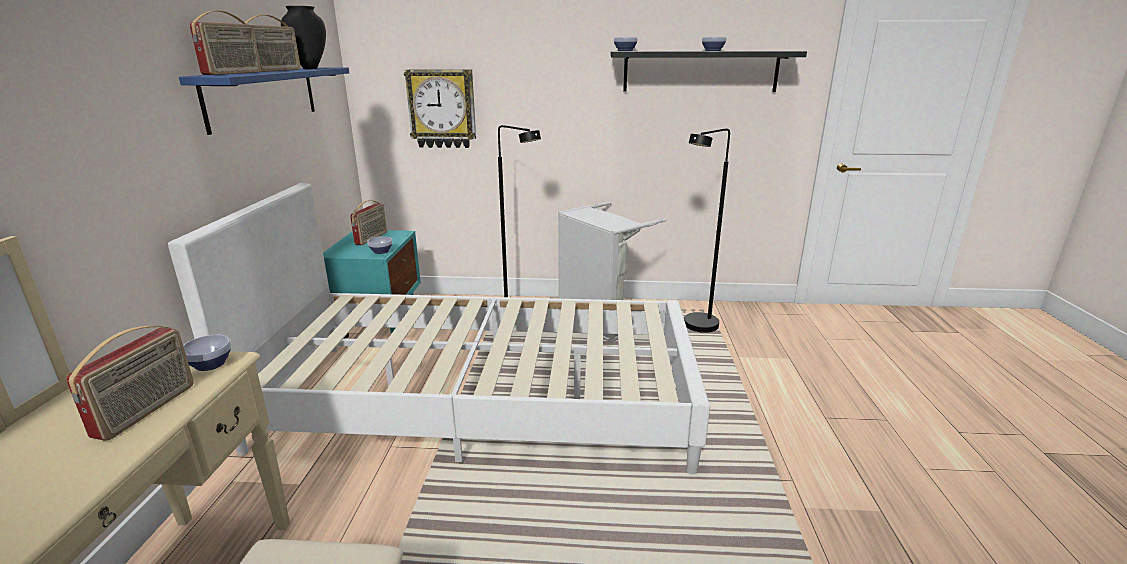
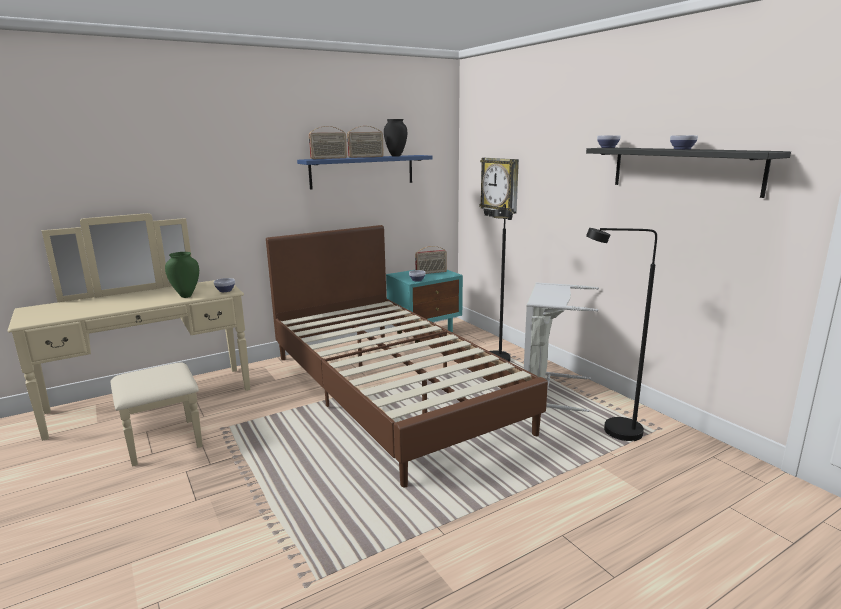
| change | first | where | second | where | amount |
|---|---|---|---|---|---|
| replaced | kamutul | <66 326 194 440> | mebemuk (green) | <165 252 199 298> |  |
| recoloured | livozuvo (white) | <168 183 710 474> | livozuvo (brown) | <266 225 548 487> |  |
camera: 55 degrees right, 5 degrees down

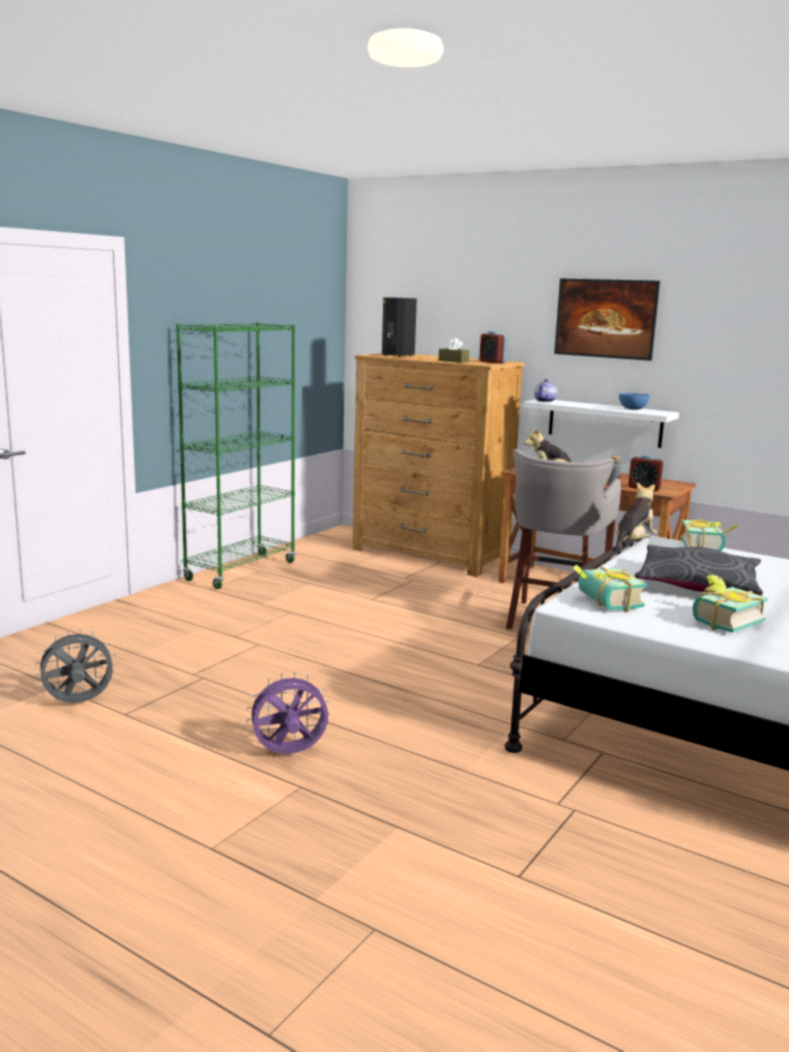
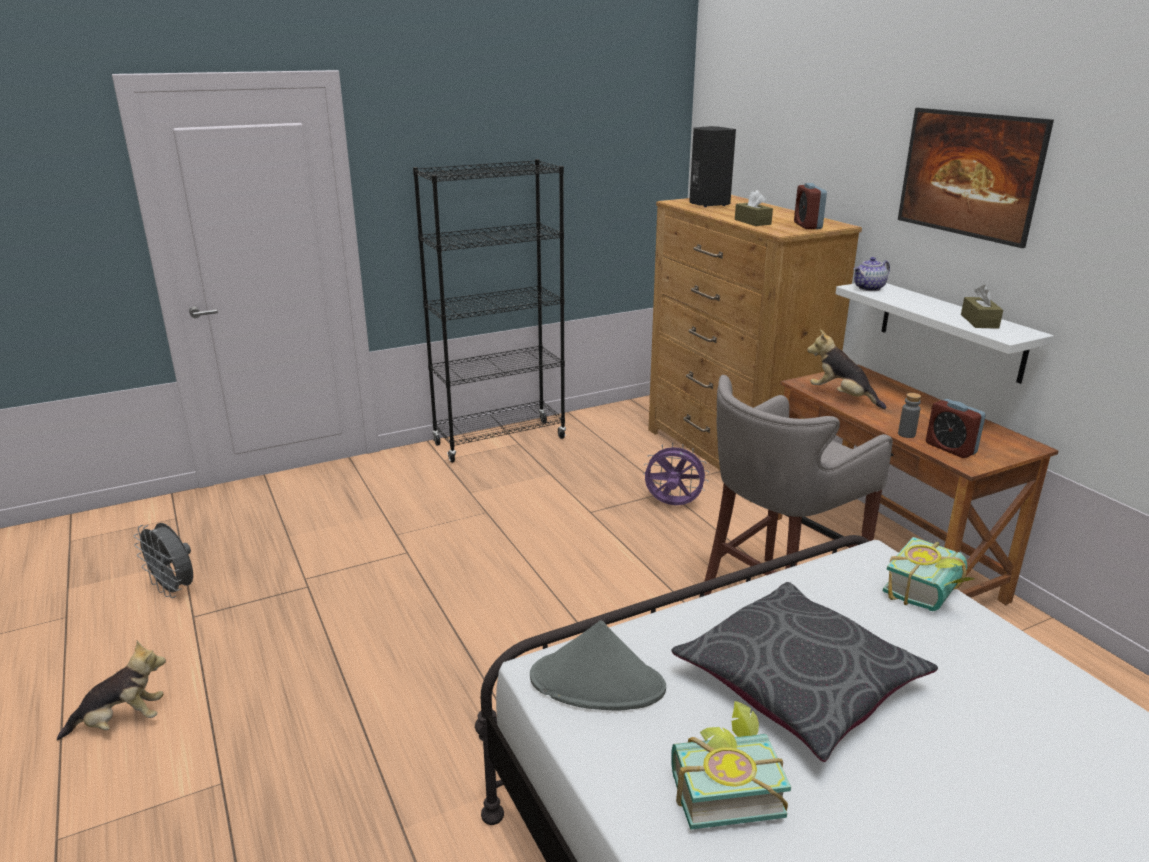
| change | first | where | second | where | amount |
|---|---|---|---|---|---|
| moved | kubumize | <615 482 657 552> |  | <57 641 166 740> |  |
| turned | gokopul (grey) | <35 628 116 703> |  | <134 523 193 598> | 150 degrees counterclockwise |
| recoloured | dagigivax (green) | <176 322 296 589> | dagigivax (black) | <413 159 566 463> |  |
| replaced | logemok | <573 565 647 612> | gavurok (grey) | <530 620 666 710> |  |
| moved | gokopul (purple) | <246 672 330 754> |  | <643 443 709 505> |  |
| replaced | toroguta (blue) | <619 393 650 410> | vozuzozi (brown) | <961 285 1003 329> |  |
camera: 30 degrees right, 10 degrees up

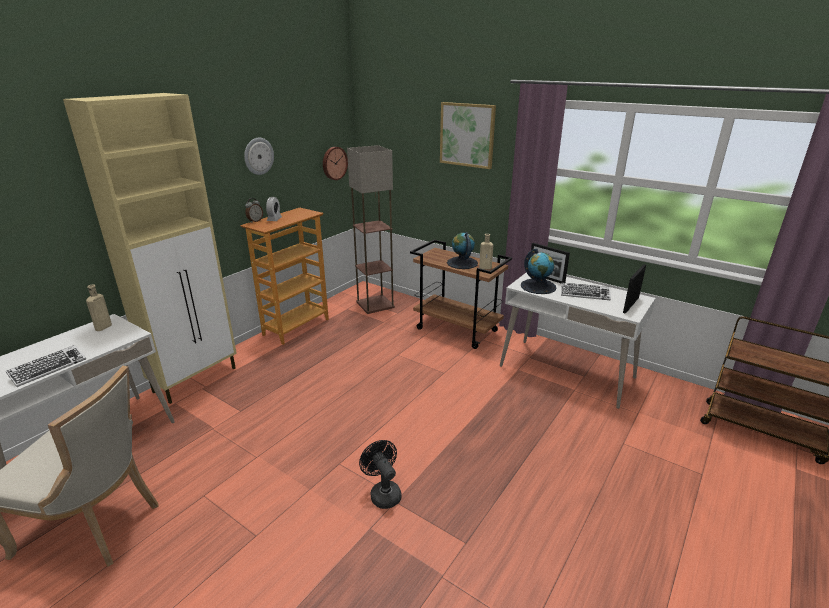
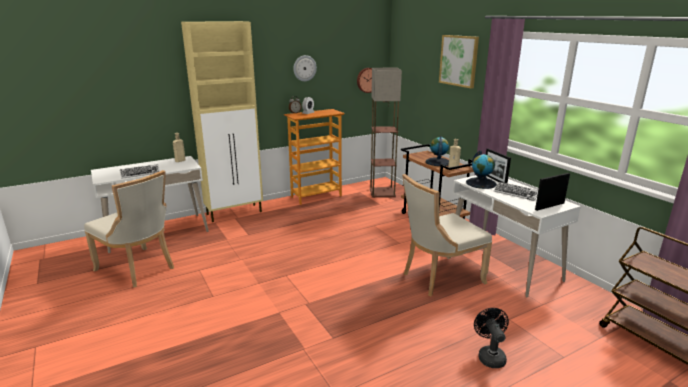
| change | first | where | second | where | amount |
|---|---|---|---|---|---|
| added |  |  | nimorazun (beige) | <402 174 492 297> |  |
| moved | gokopul (black) | <359 440 402 509> |  | <474 308 509 368> |  |
camera: 25 degrees right, 5 degrees down

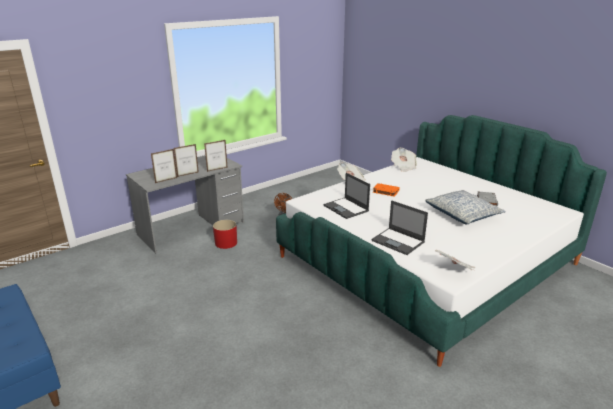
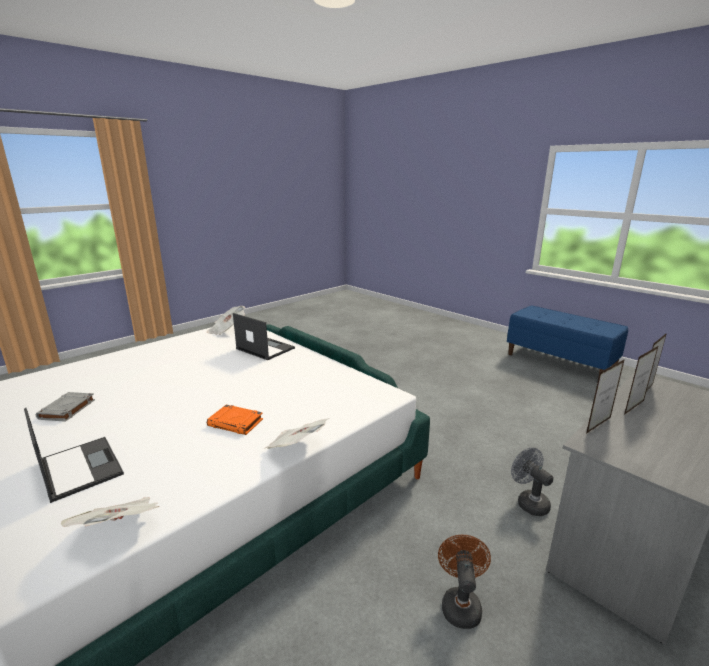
| change | first | where | second | where | amount |
|---|---|---|---|---|---|
| moved | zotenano | <324 173 370 219> |  | <24 408 124 503> |  |
| replaced | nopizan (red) | <213 220 237 249> | gokopul (grey) | <511 448 553 516> |  |
| removed | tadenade | <425 190 506 225> |  |  |  |
camera: 175 degrees right, 5 degrees down

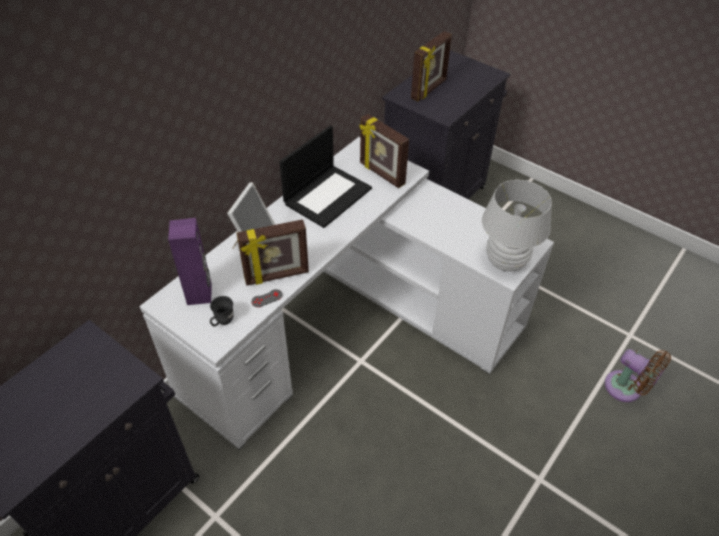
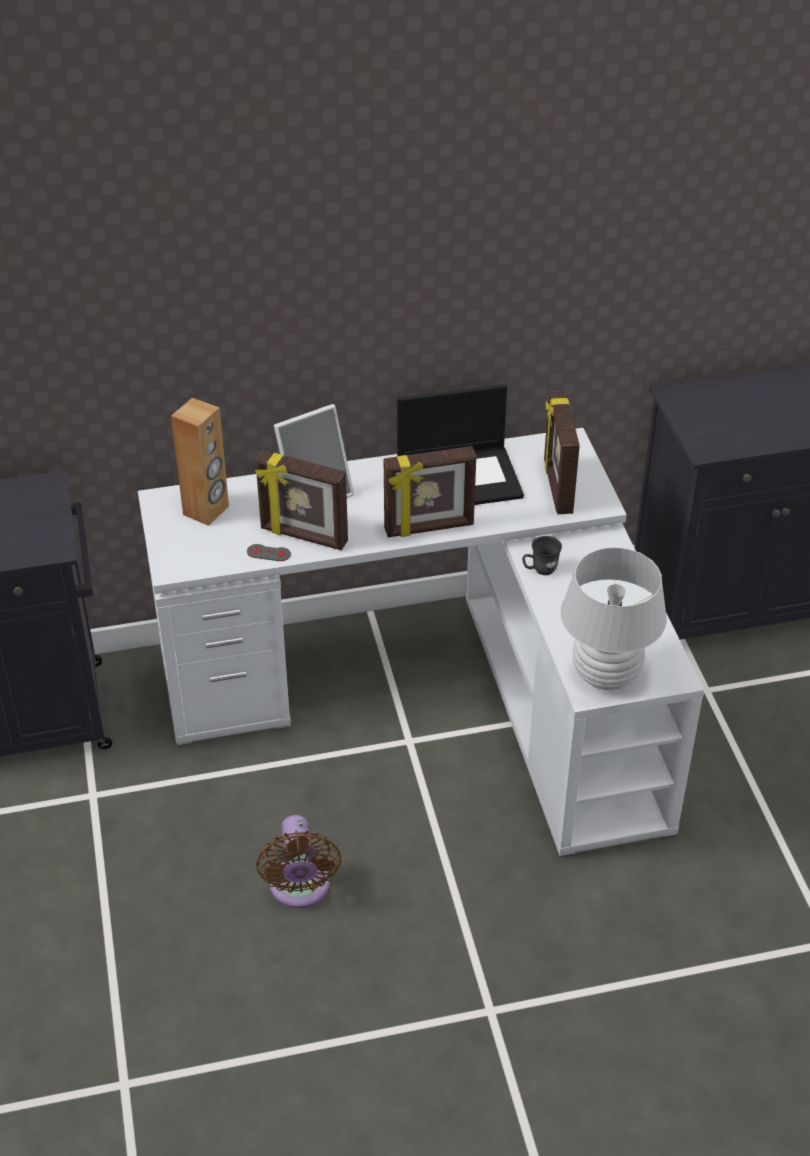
| change | first | where | second | where | amount |
|---|---|---|---|---|---|
| recoloured | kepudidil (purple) | <168 218 212 305> | kepudidil (brown) | <171 398 229 526> |  |
| moved | gokopul (brown) | <605 349 671 402> |  | <256 815 341 909> |  |
| moved | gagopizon | <411 31 452 102> |  | <384 446 476 537> |  |
| moved | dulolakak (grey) | <210 296 233 326> |  | <522 536 562 575> |  |
camera: 40 degrees right, 5 degrees down

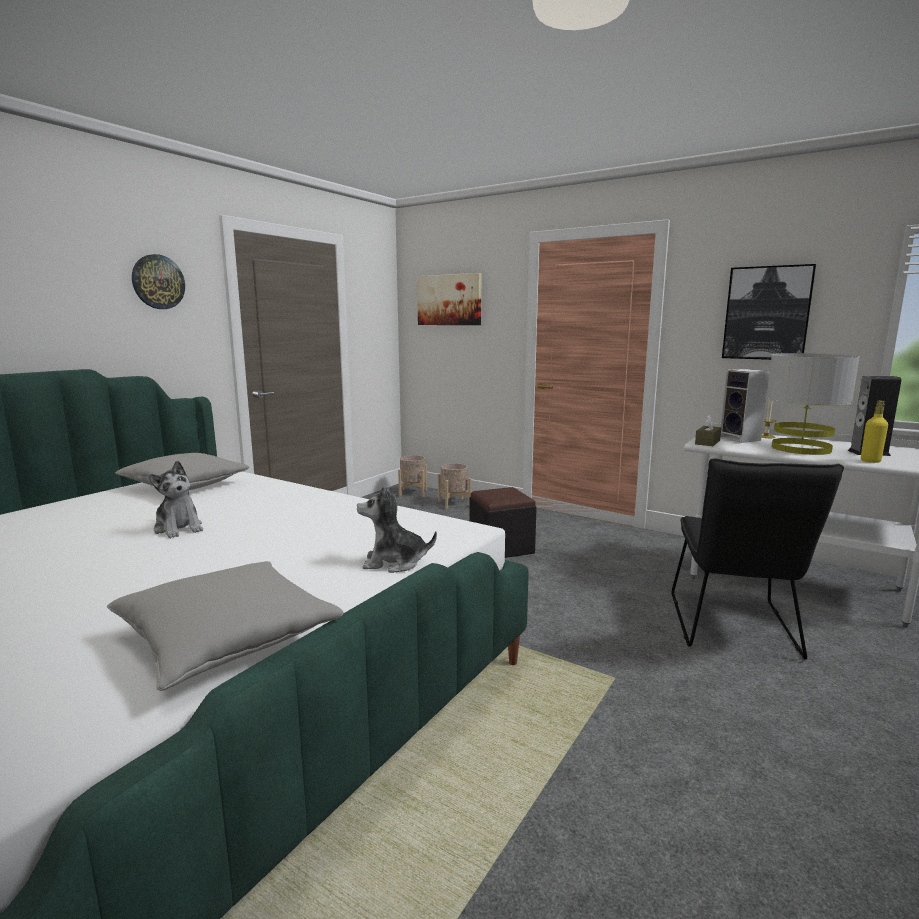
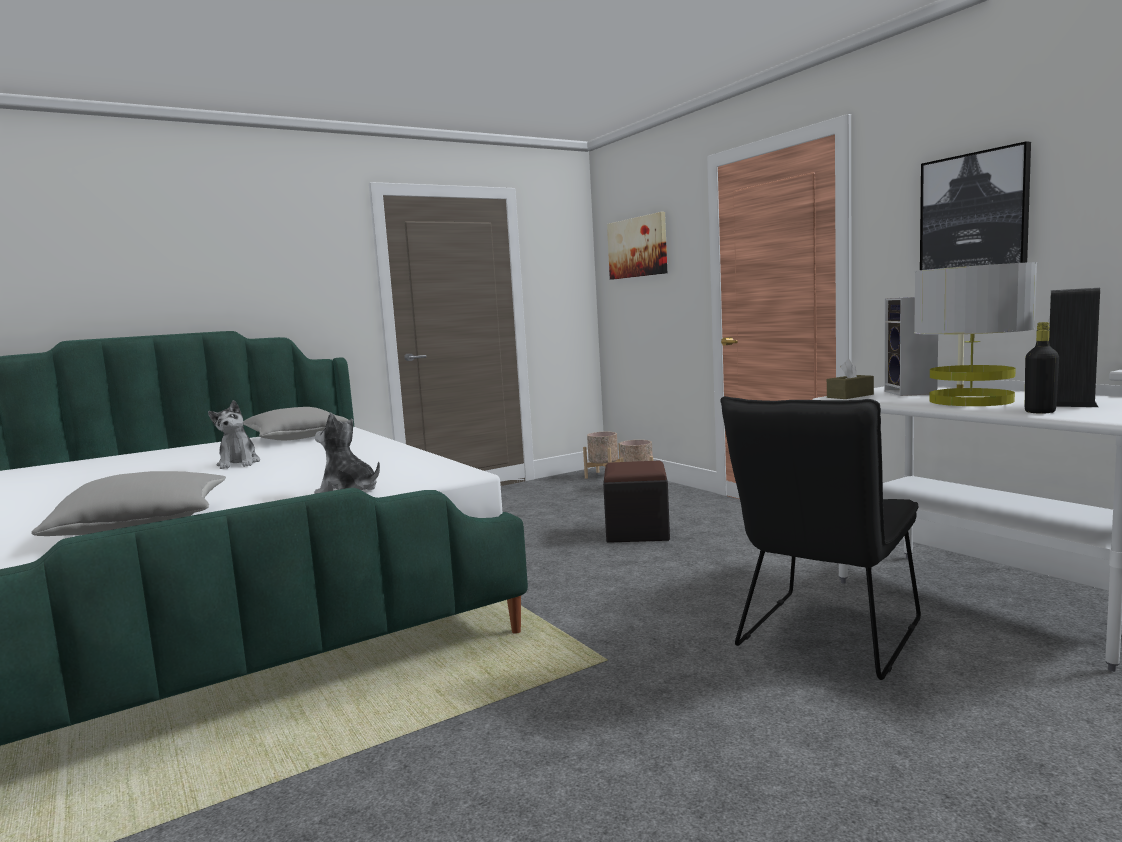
| change | first | where | second | where | amount |
|---|---|---|---|---|---|
| recoloured | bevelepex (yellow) | <861 401 888 463> | bevelepex (black) | <1025 322 1059 414> |  |
| removed | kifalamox | <132 254 185 309> |  |  |  |
camera: 25 degrees right, 5 degrees down

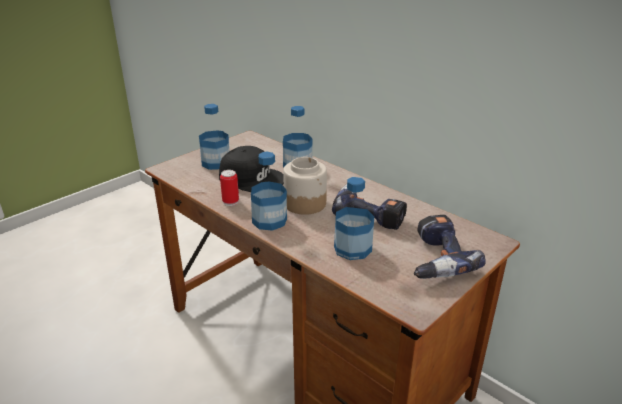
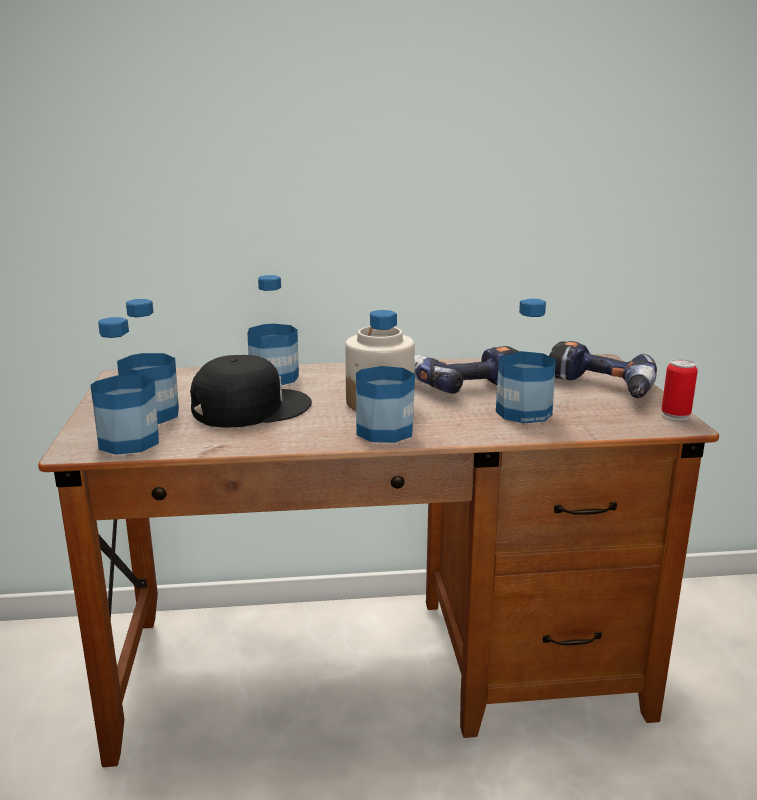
| change | first | where | second | where | amount |
|---|---|---|---|---|---|
| added |  |  | bevelepex | <90 317 159 455> |  |
| moved | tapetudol | <220 170 239 206> |  | <661 359 698 421> |  |
camera: 50 degrees left, 10 degrees down

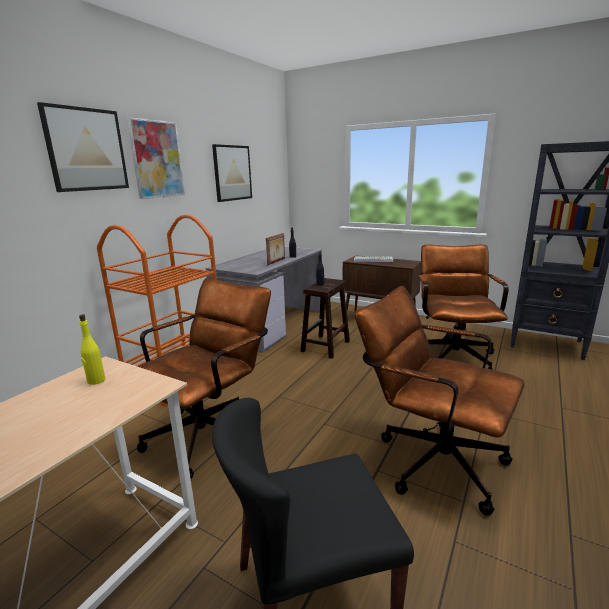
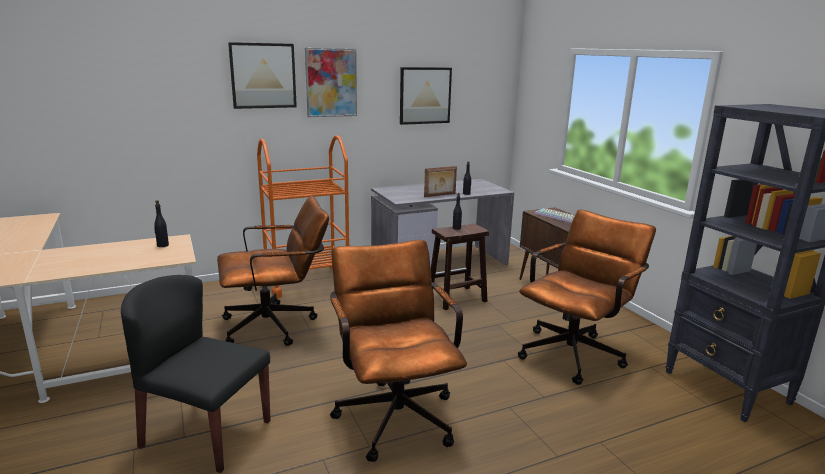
| change | first | where | second | where | amount |
|---|---|---|---|---|---|
| recoloured | bevelepex (yellow) | <79 314 105 385> | bevelepex (black) | <154 200 169 247> |  |
camera: 35 degrees right, 0 degrees up

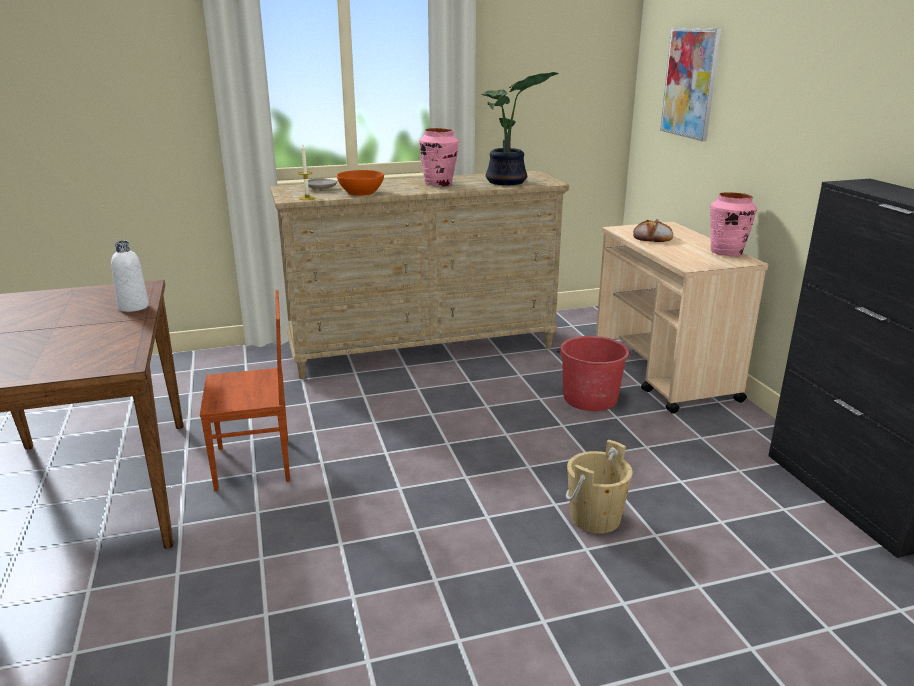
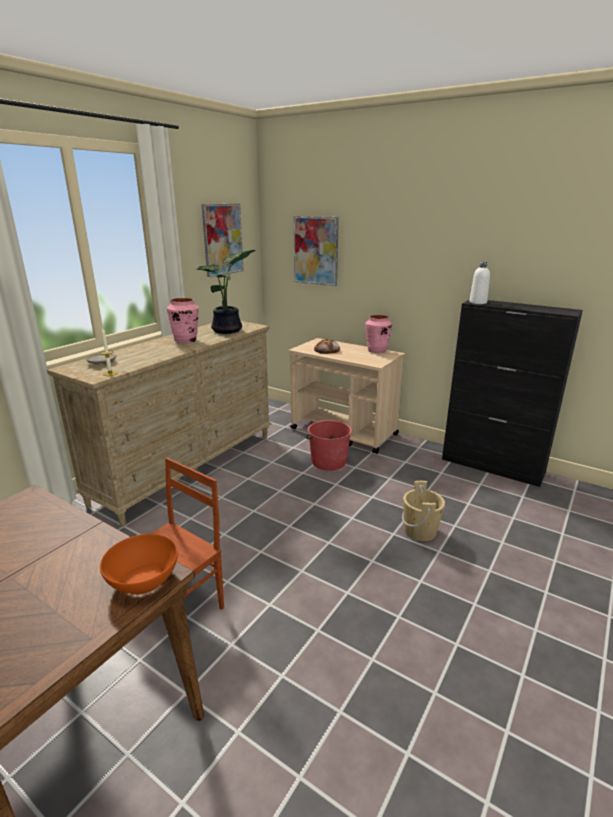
| change | first | where | second | where | amount |
|---|---|---|---|---|---|
| moved | toroguta (orange) | <337 170 384 196> |  | <100 534 178 595> |  |
| added |  |  | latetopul | <201 204 244 277> |  |
| moved | bevelepex (white) | <111 241 149 312> |  | <470 262 490 304> |  |
camera: 40 degrees left, 0 degrees up

